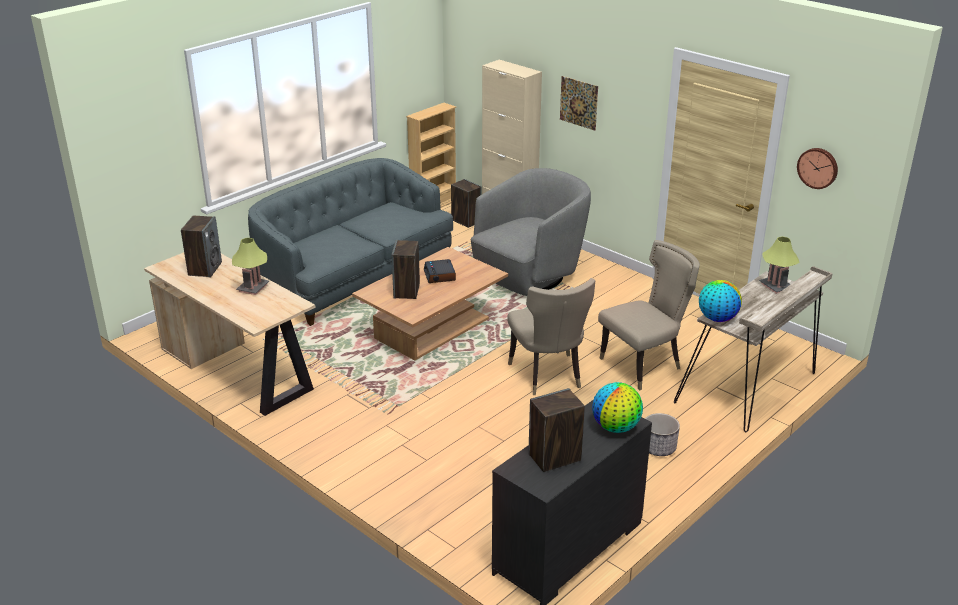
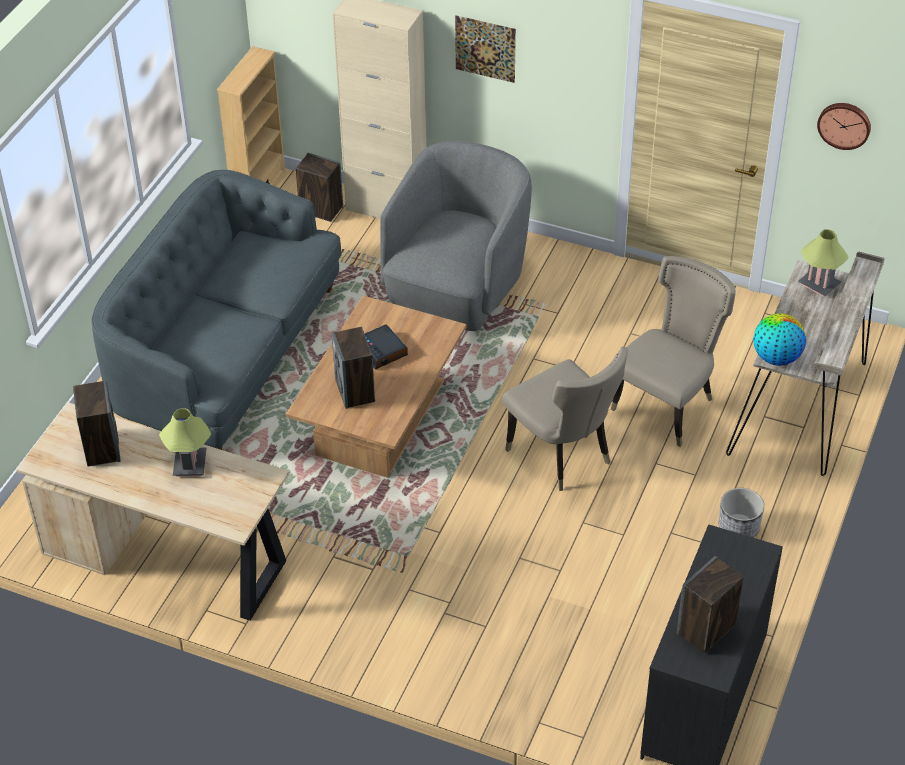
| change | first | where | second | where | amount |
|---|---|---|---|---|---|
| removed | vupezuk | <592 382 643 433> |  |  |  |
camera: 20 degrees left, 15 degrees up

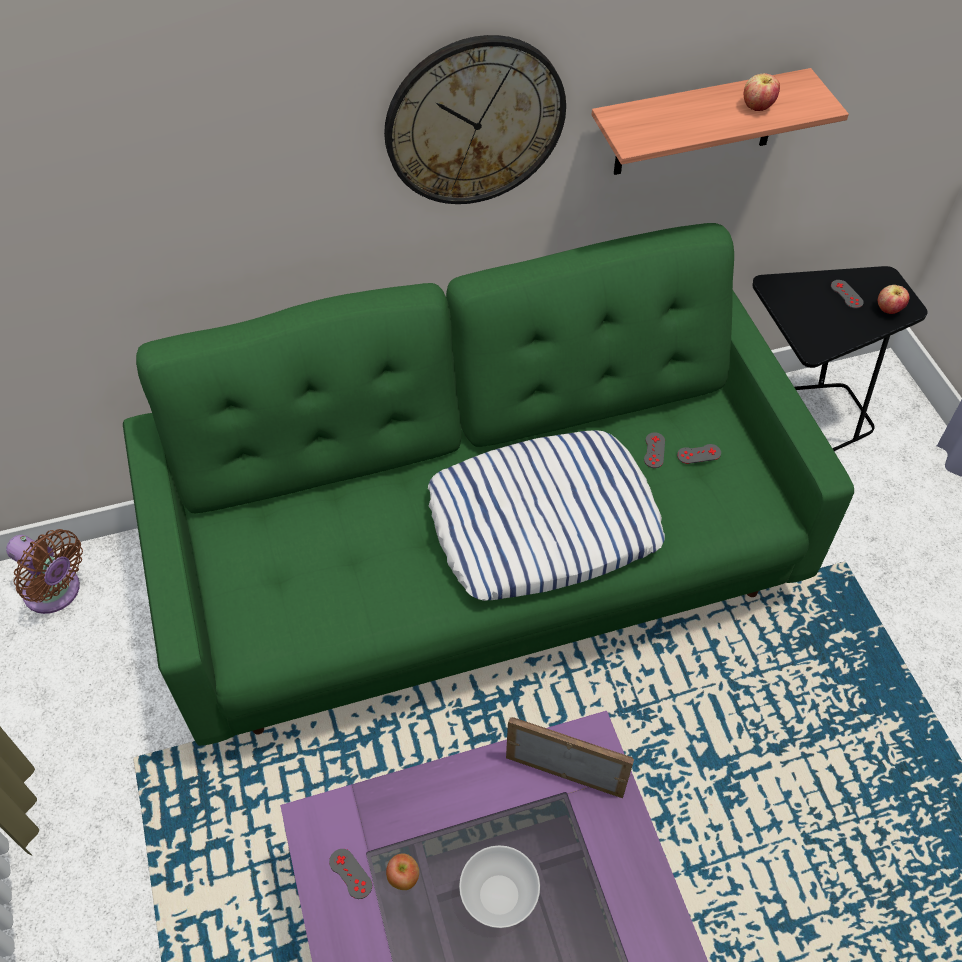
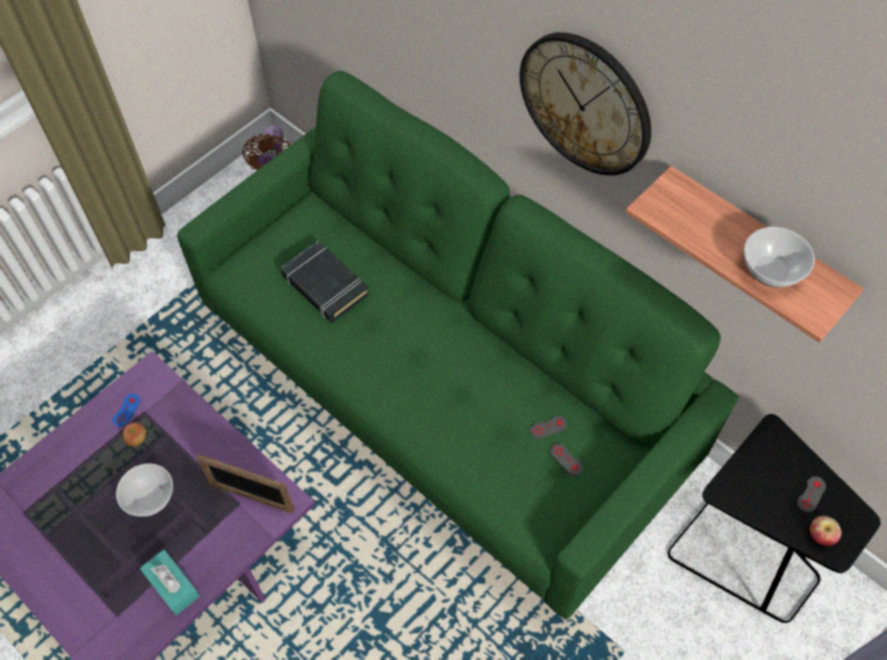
| change | first | where | second | where | amount |
|---|---|---|---|---|---|
| recoloured | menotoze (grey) | <329 849 372 899> | menotoze (blue) | <113 394 141 427> |  |
| added |  |  | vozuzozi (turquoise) | <140 549 200 615> |  |
| turned | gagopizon | <506 717 634 798> |  | <196 454 294 513> | 120 degrees clockwise |
| added |  |  | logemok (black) | <281 241 369 323> |  |
| replaced | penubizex | <744 73 780 111> | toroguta | <744 227 815 287> |  |
| removed | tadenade | <428 430 665 601> |  |  |  |
camera: 60 degrees right, 5 degrees up

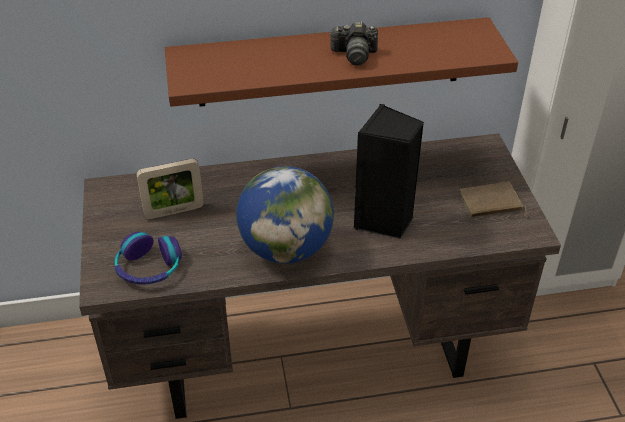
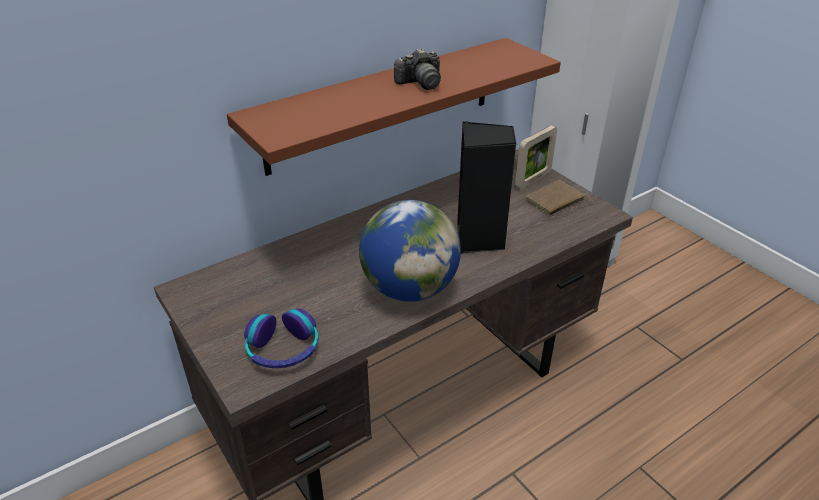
| change | first | where | second | where | amount |
|---|---|---|---|---|---|
| moved | gagopizon | <137 159 204 219> |  | <515 126 557 190> |  |
camera: 25 degrees left, 5 degrees down

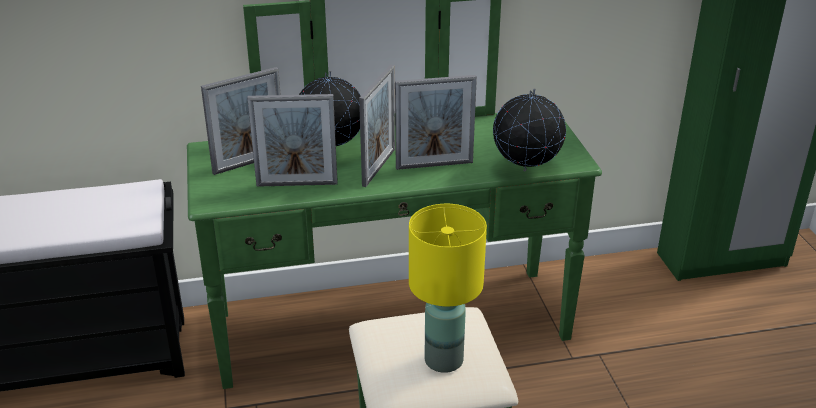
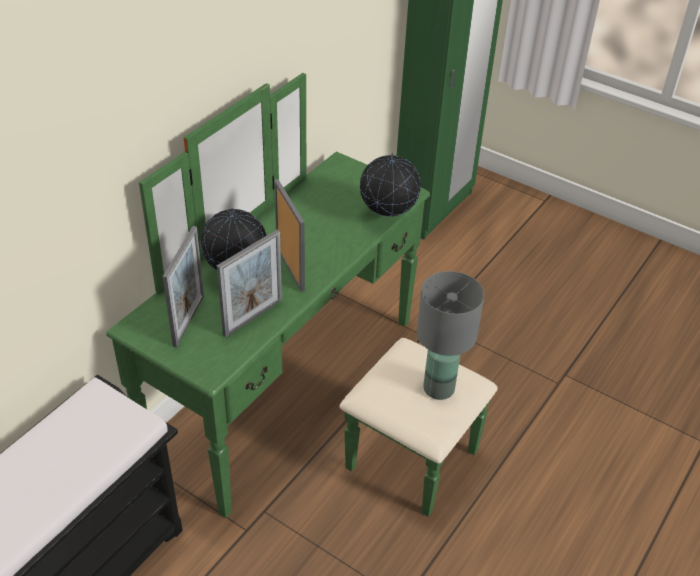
| change | first | where | second | where | amount |
|---|---|---|---|---|---|
| recoloured | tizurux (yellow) | <409 204 487 373> | tizurux (grey) | <417 271 484 400> |  |
| removed | gagopizon | <395 75 477 170> |  |  |  |
camera: 45 degrees left, 10 degrees up

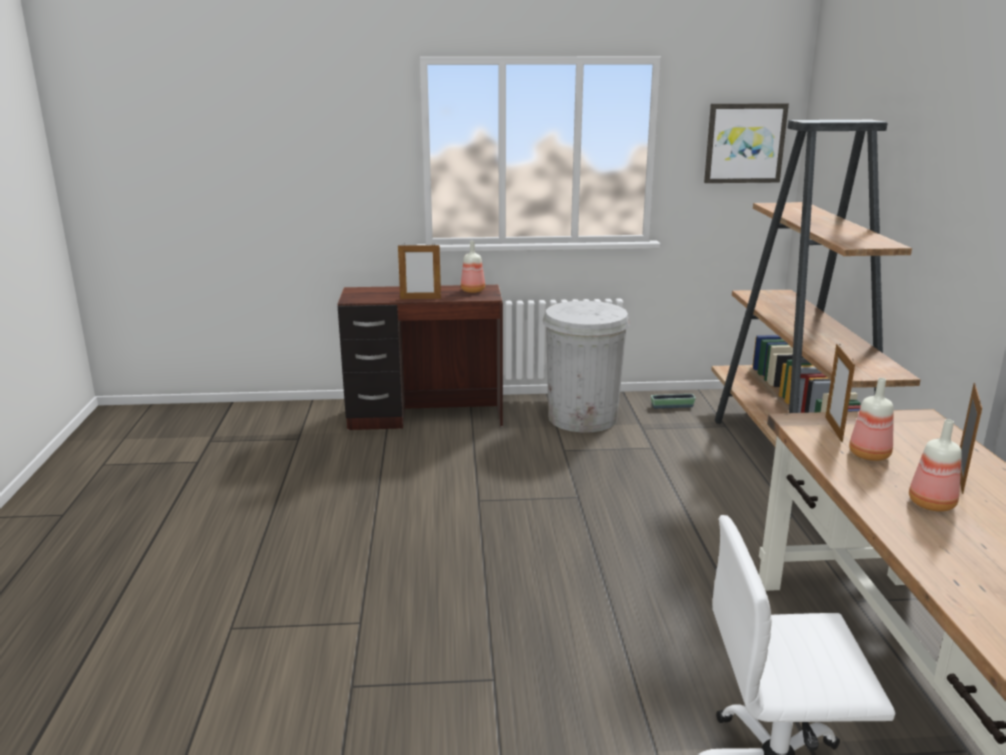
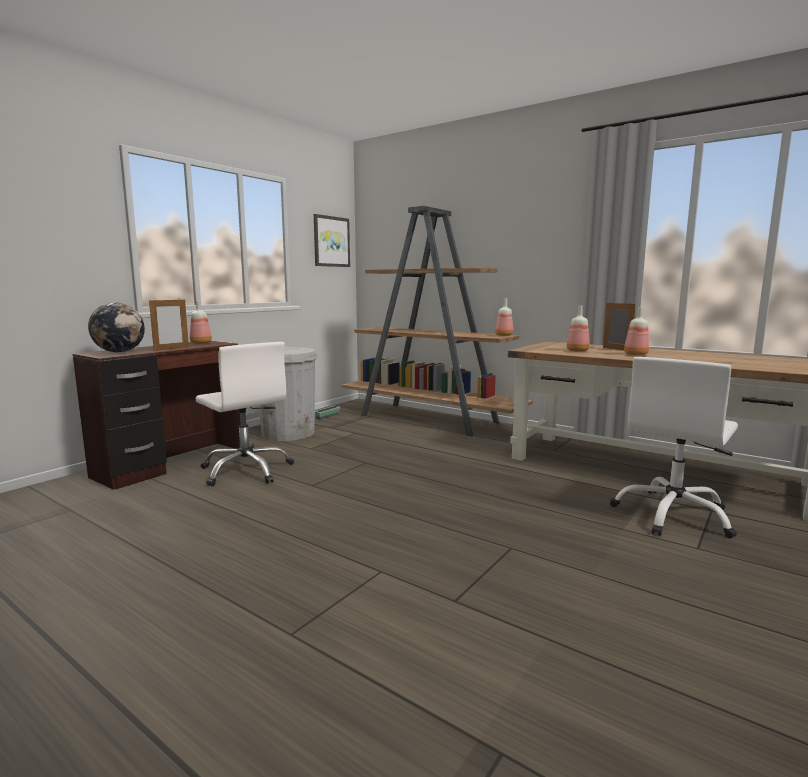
| change | first | where | second | where | amount |
|---|---|---|---|---|---|
| added |  |  | vupezuk | <88 302 145 353> |  |
| added |  |  | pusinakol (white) | <195 342 294 487> |  |
| added |  |  | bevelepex | <495 298 513 336> |  |
| removed | gagopizon | <825 344 855 442> |  |  |  |
camera: 50 degrees left, 10 degrees down

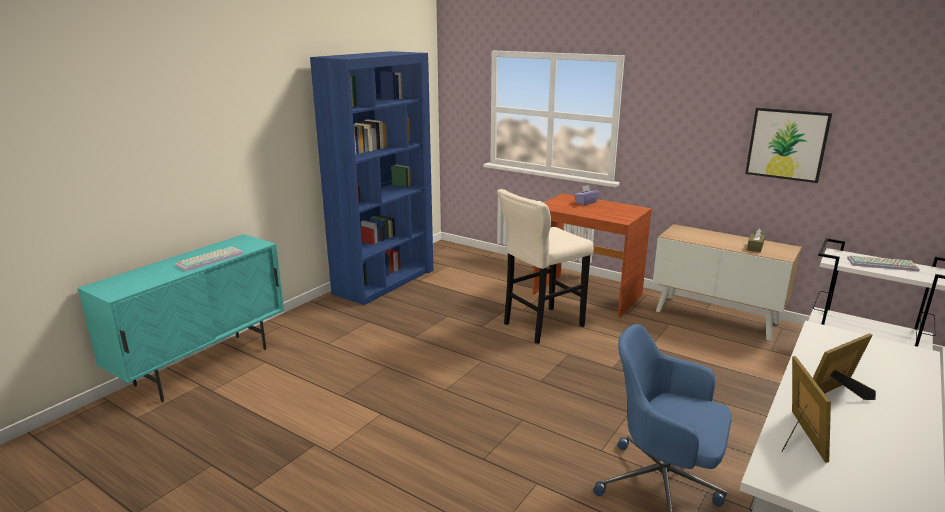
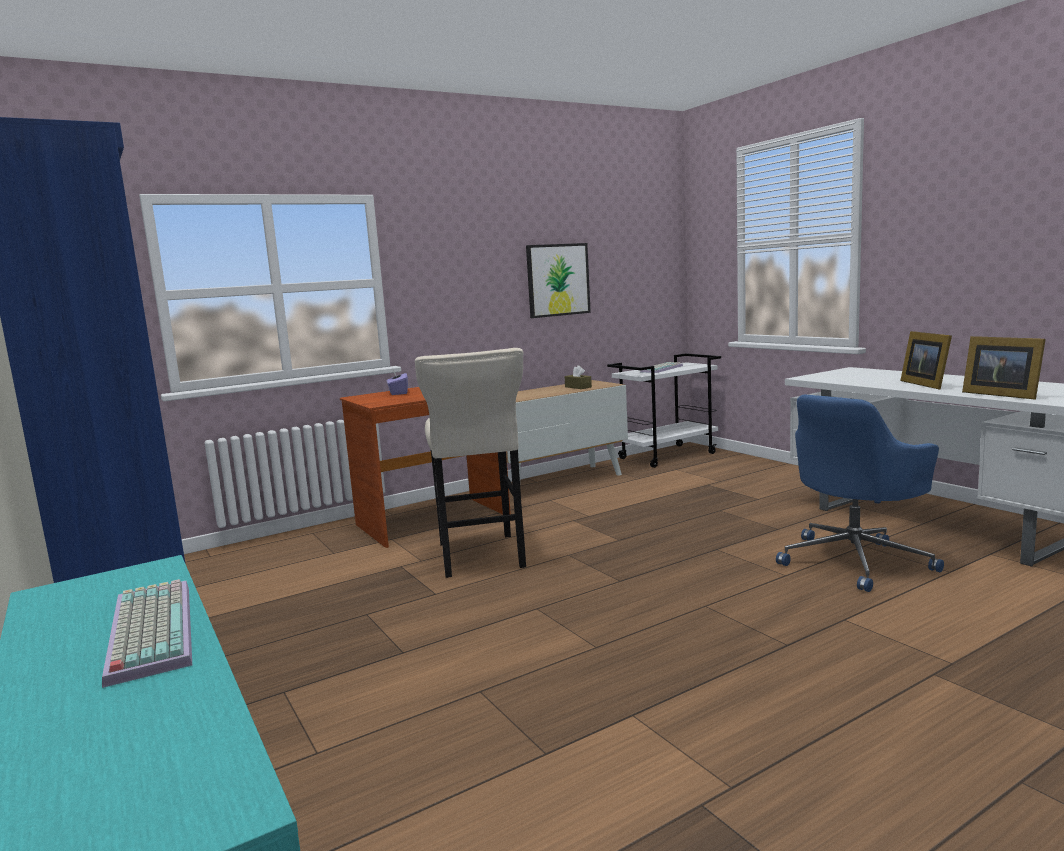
| change | first | where | second | where | amount |
|---|---|---|---|---|---|
| turned | gagopizon | <782 356 831 463> |  | <962 336 1046 400> | 150 degrees counterclockwise |
camera: 65 degrees left, 10 degrees down

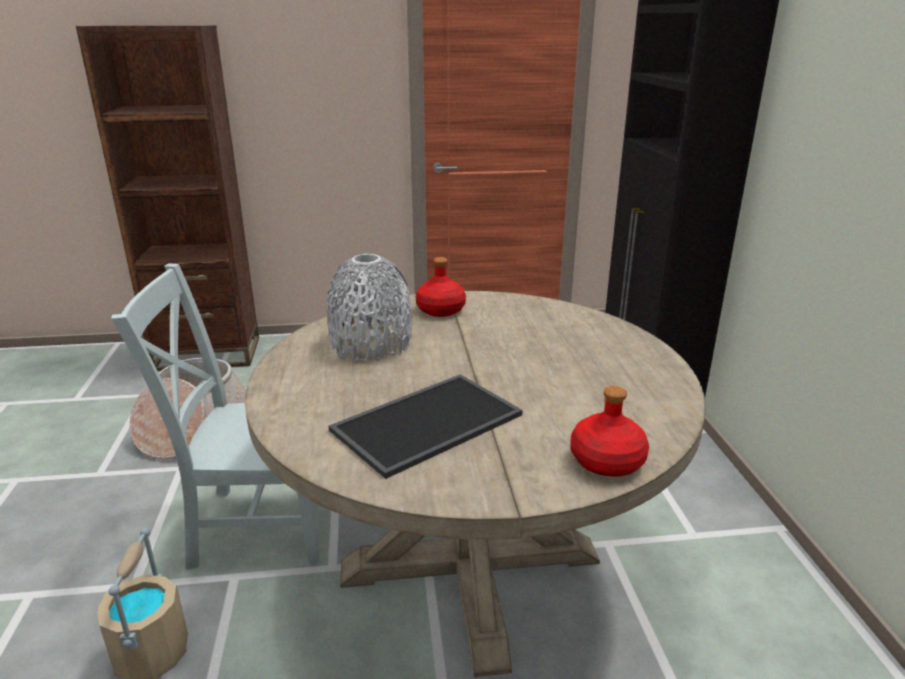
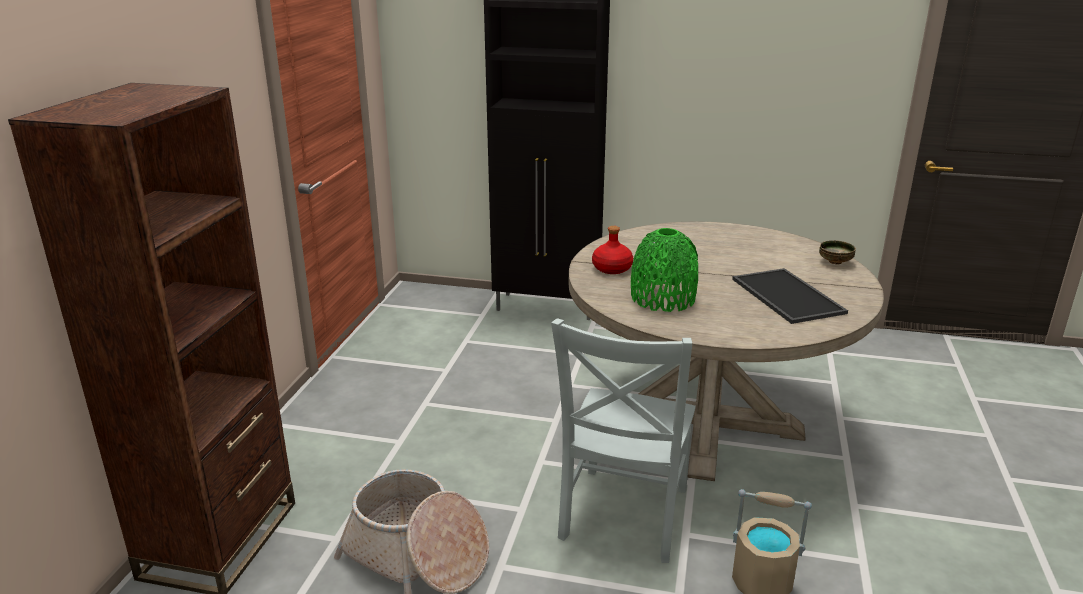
| change | first | where | second | where | amount |
|---|---|---|---|---|---|
| recoloured | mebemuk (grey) | <327 254 412 361> | mebemuk (green) | <631 228 698 312> |  |
| replaced | bevelepex (red) | <570 386 649 477> | toroguta | <819 240 856 265> |  |
camera: 70 degrees left, 0 degrees up

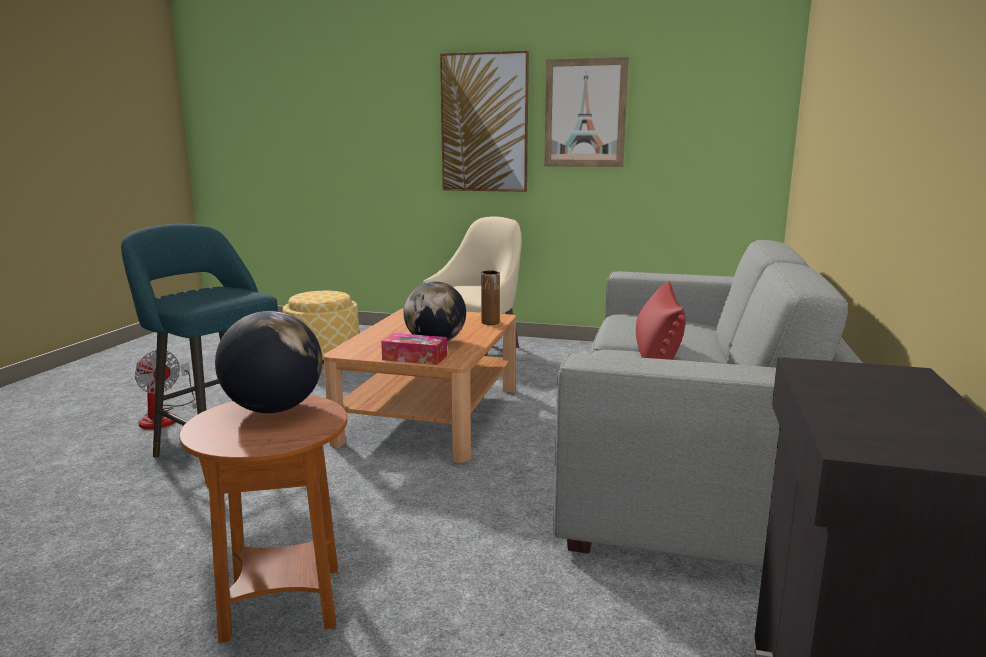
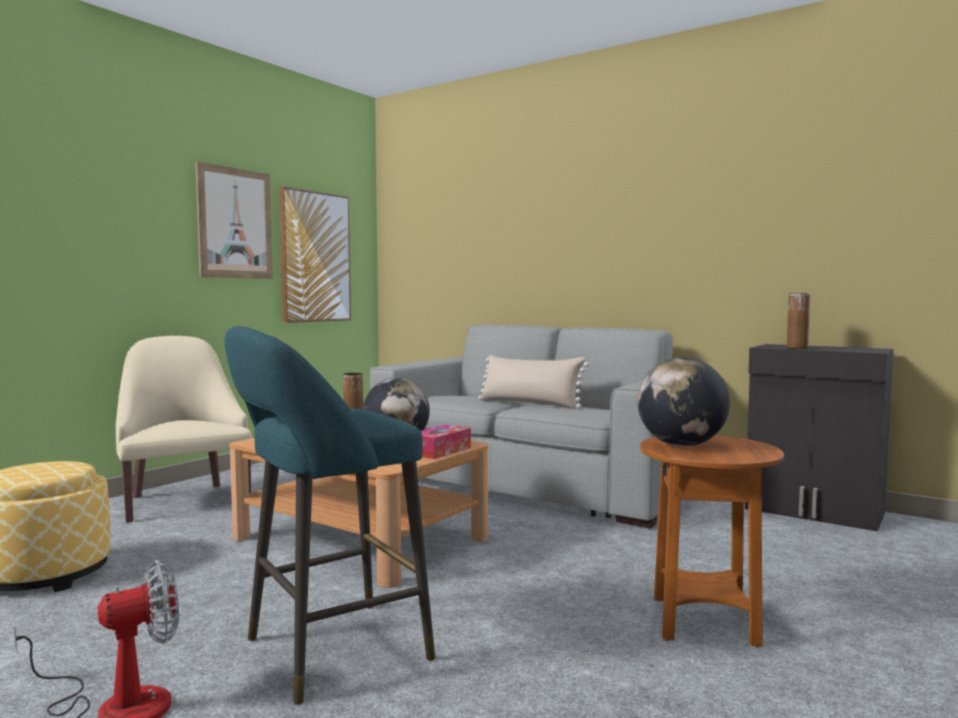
| change | first | where | second | where | amount |
|---|---|---|---|---|---|
| moved | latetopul | <440 51 529 192> |  | <280 186 351 323> |  |
| recoloured | tadenade (red) | <636 281 686 360> | tadenade (beige) | <478 355 589 409> |  |
| added |  |  | mebemuk (brown) | <787 293 810 349> |  |
camera: 70 degrees left, 10 degrees down

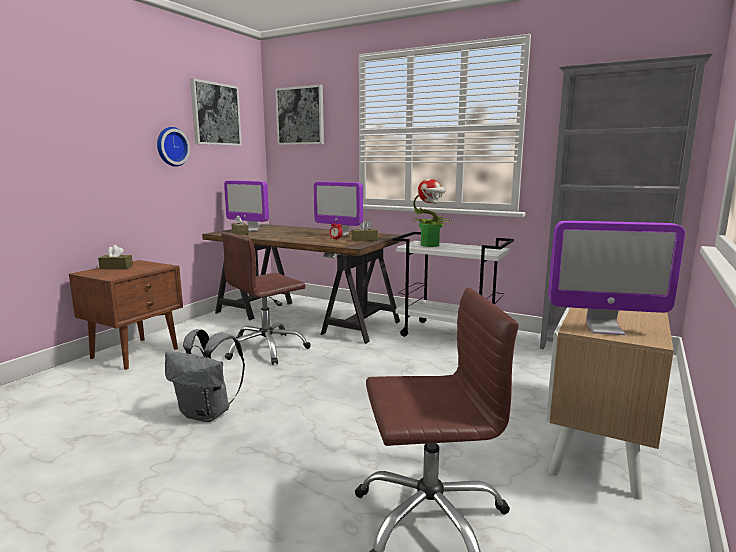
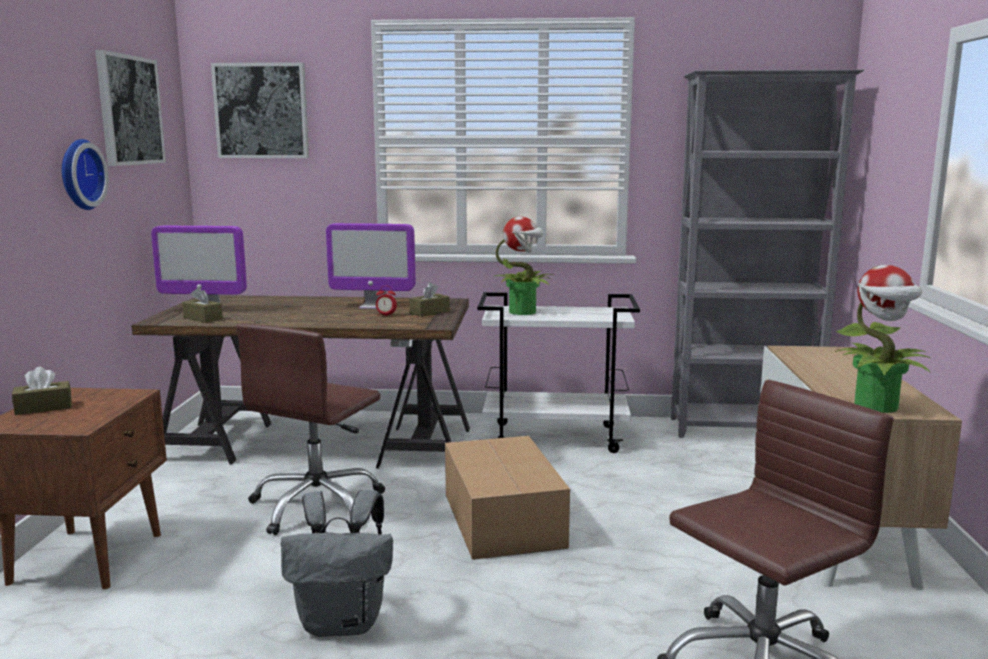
| change | first | where | second | where | amount |
|---|---|---|---|---|---|
| added |  |  | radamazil | <445 436 570 560> |  |
| replaced | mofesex | <548 221 685 335> | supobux | <835 265 930 413> |  |
camera: 25 degrees left, 0 degrees up

